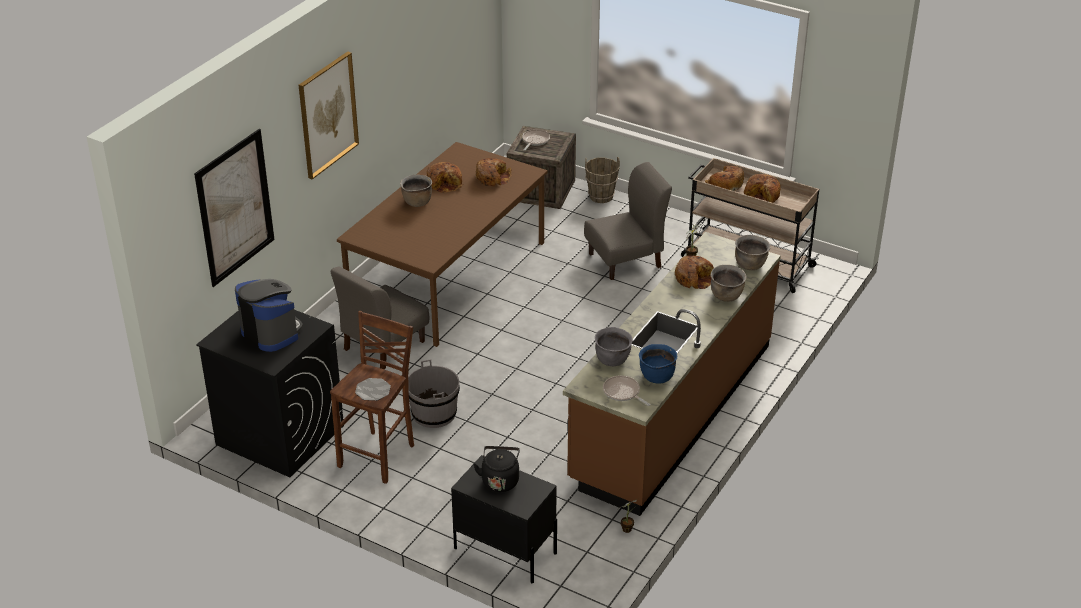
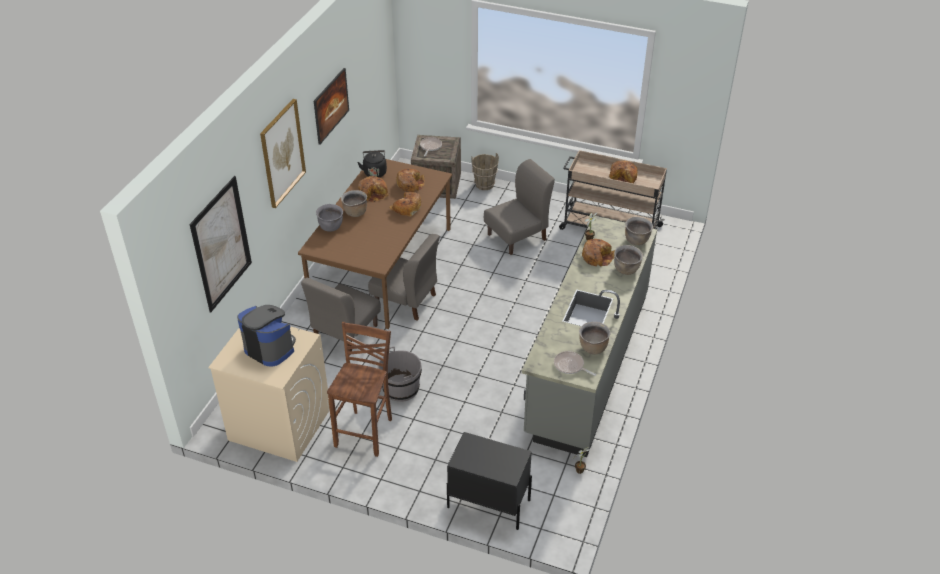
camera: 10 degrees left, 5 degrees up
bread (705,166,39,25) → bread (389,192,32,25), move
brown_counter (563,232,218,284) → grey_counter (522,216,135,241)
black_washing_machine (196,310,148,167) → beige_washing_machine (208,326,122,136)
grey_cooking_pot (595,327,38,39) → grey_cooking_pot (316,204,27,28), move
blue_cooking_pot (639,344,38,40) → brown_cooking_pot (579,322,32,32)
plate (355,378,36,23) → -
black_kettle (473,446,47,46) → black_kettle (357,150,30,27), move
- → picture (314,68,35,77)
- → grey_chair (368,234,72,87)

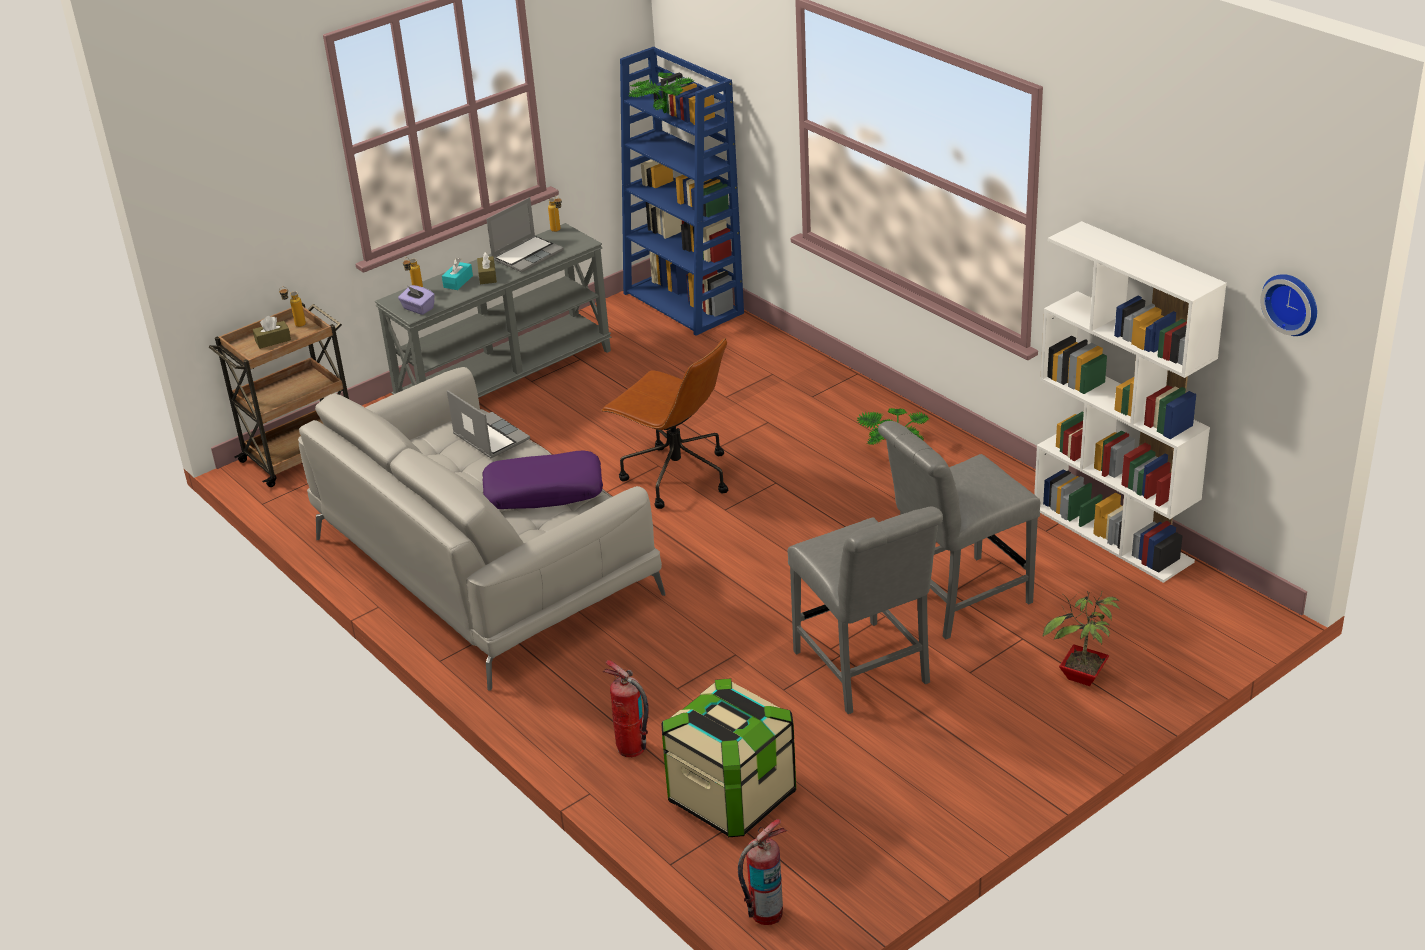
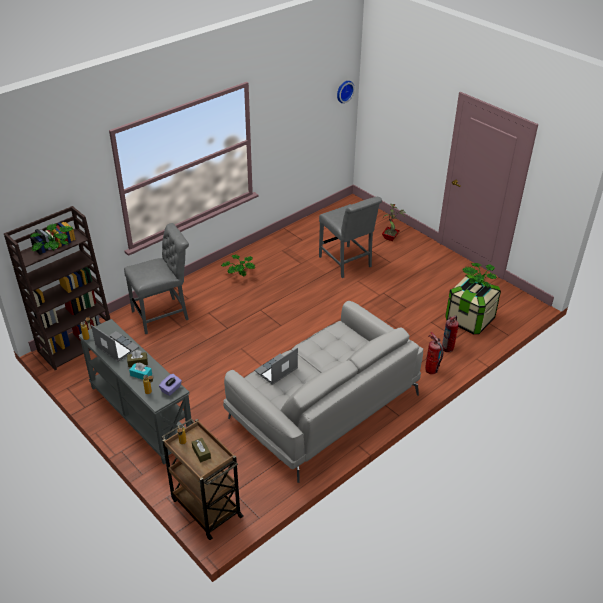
camera: 95 degrees left, 5 degrees up
blue_bookcase (620,47,124,289) → brown_bookcase (4,206,106,164)
white_bookcase (1034,221,193,362) → -
brown_office_chair (601,338,127,171) → -
purple_pillow (482,450,121,59) → -
grey_chair (788,507,155,207) → grey_chair (124,223,65,111), move
fire_extinguisher (738,819,49,106) → fire_extinguisher (425,332,18,42), move
- → potted_plant (462,263,35,25)

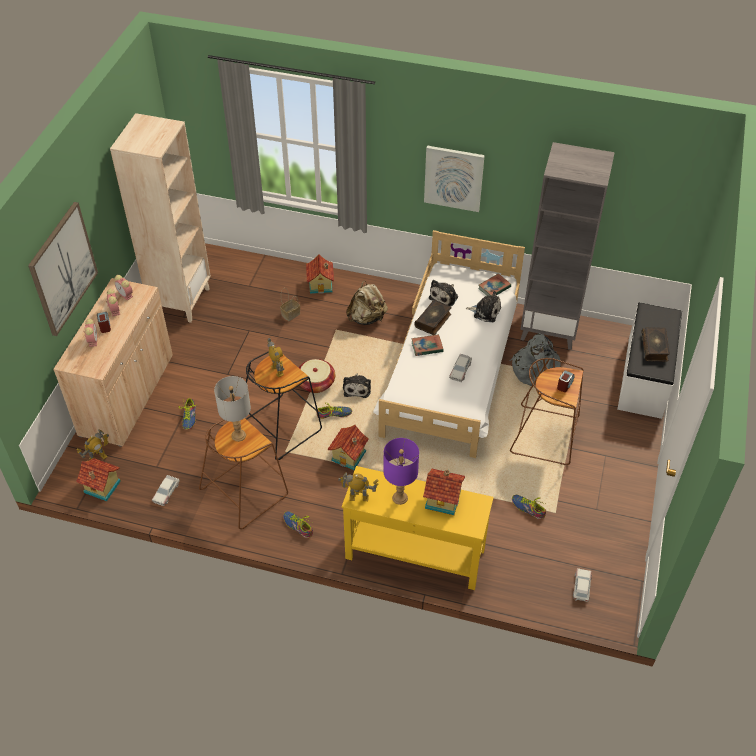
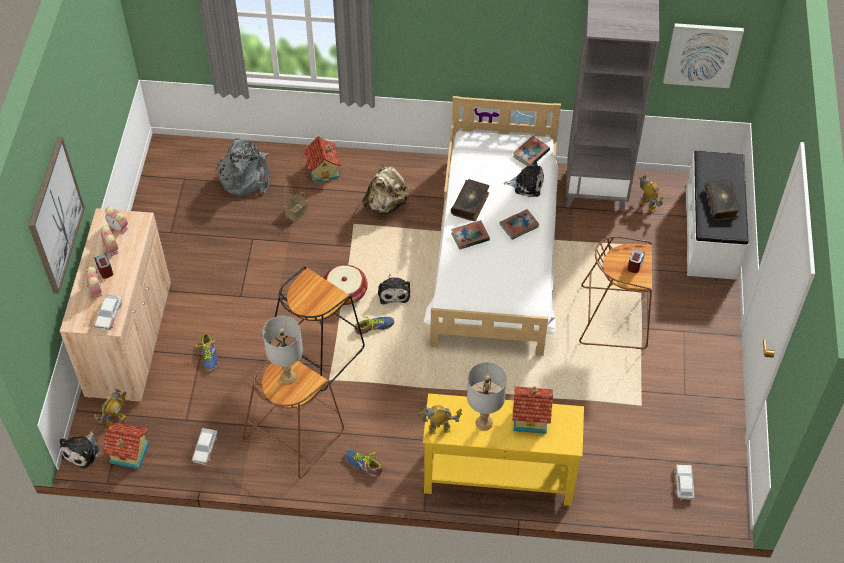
camera: 10 degrees left, 5 degrees up
beige_bookcase (110,113,101,210) → -
picture (424,146,61,66) → picture (663,23,81,65), move
plush_toy (429,280,29,26) → plush_toy (60,430,39,39), move
grey_backpack (509,333,52,53) → grey_backpack (215,137,55,59), move
toy_robot (267,338,17,39) → toy_robot (639,175,26,37), move
toy_car (449,354,23,28) → toy_car (94,294,28,37), move
toy_house (328,425,41,45) → -
purple_table_lamp (383,438,36,67) → grey_table_lamp (467,362,40,69)
shoe (512,495,34,24) → -
- → book (500,209,39,31)

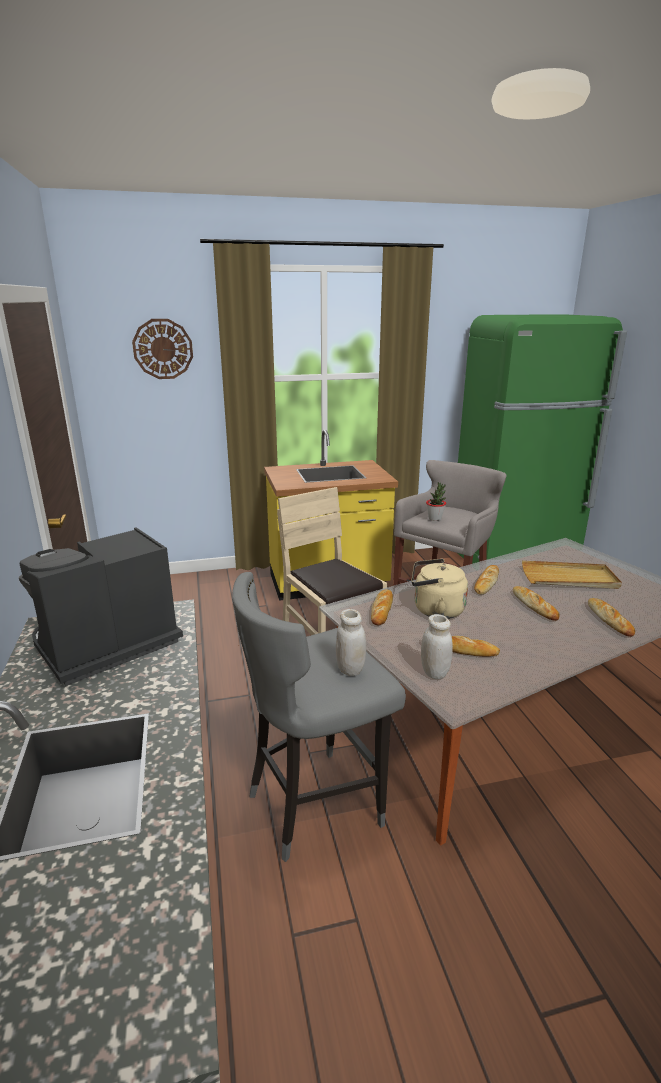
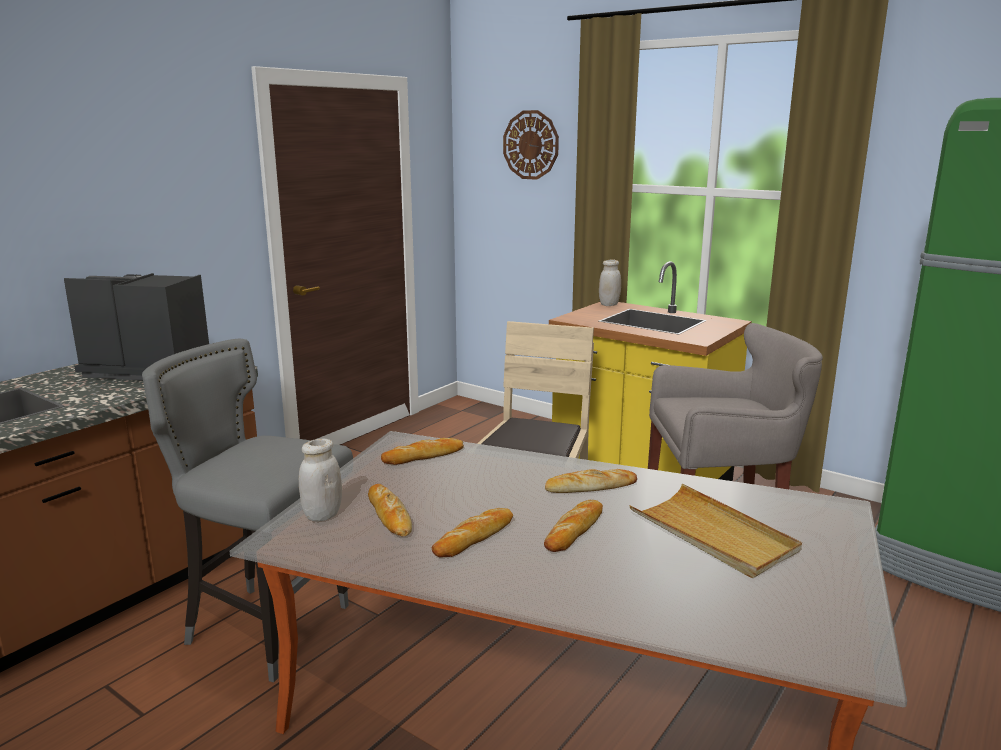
camera: 50 degrees right, 5 degrees down
potted_plant (426,482,20,39) → -
beige_kettle (411,559,57,60) → -
bread (588,598,47,39) → bread (432,508,81,50), move
white_jar (336,609,30,67) → white_jar (599,260,22,46), move

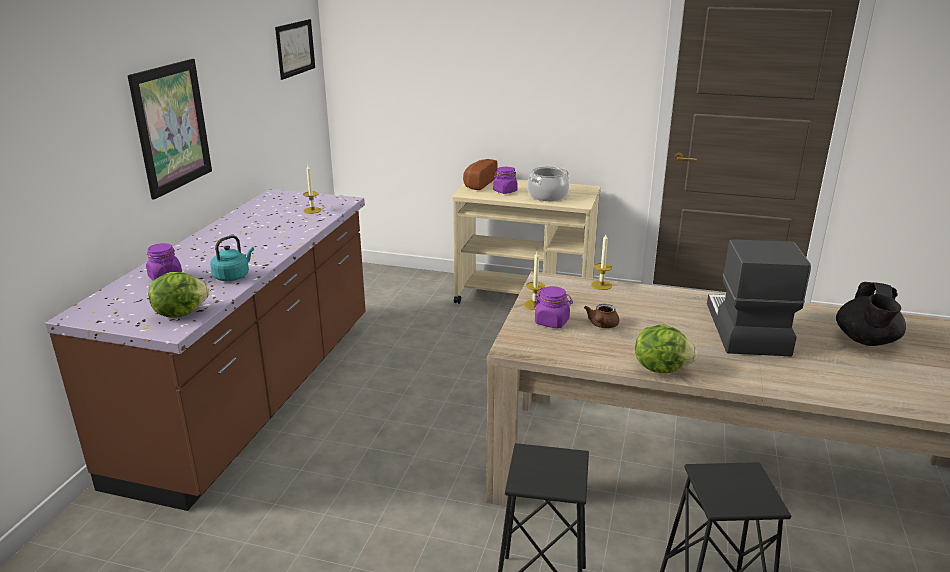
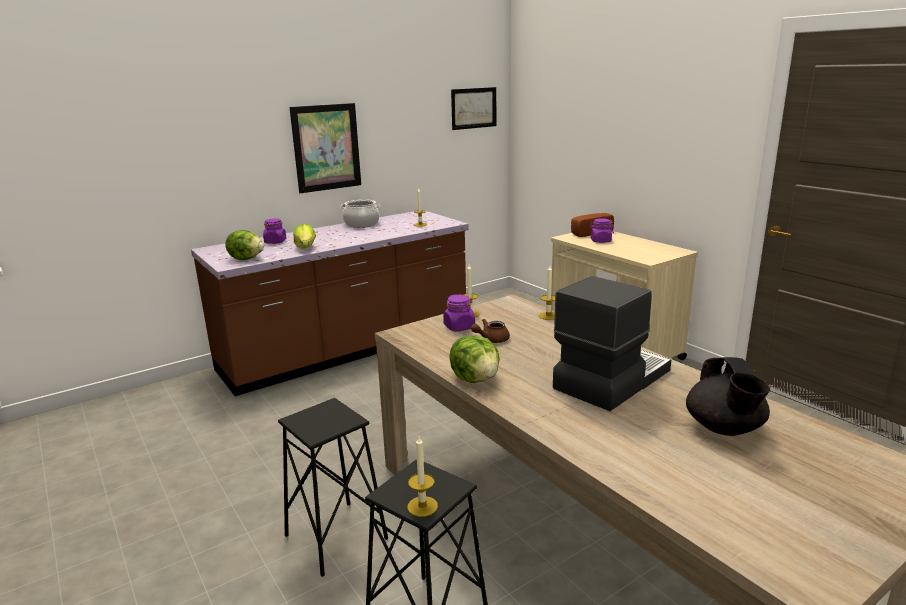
camera: 40 degrees right, 5 degrees down
cooking_pot (527,166,43,35) → cooking_pot (341,200,40,28), move
turquoise_kettle (210,235,44,46) → lettuce (293,224,23,25)
black_teapot (836,282,70,64) → black_teapot (686,357,84,79), 60 degrees counterclockwise
- → candle (407,436,31,81)

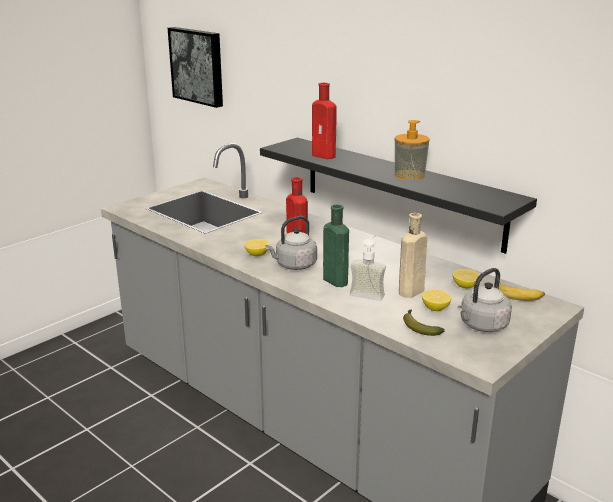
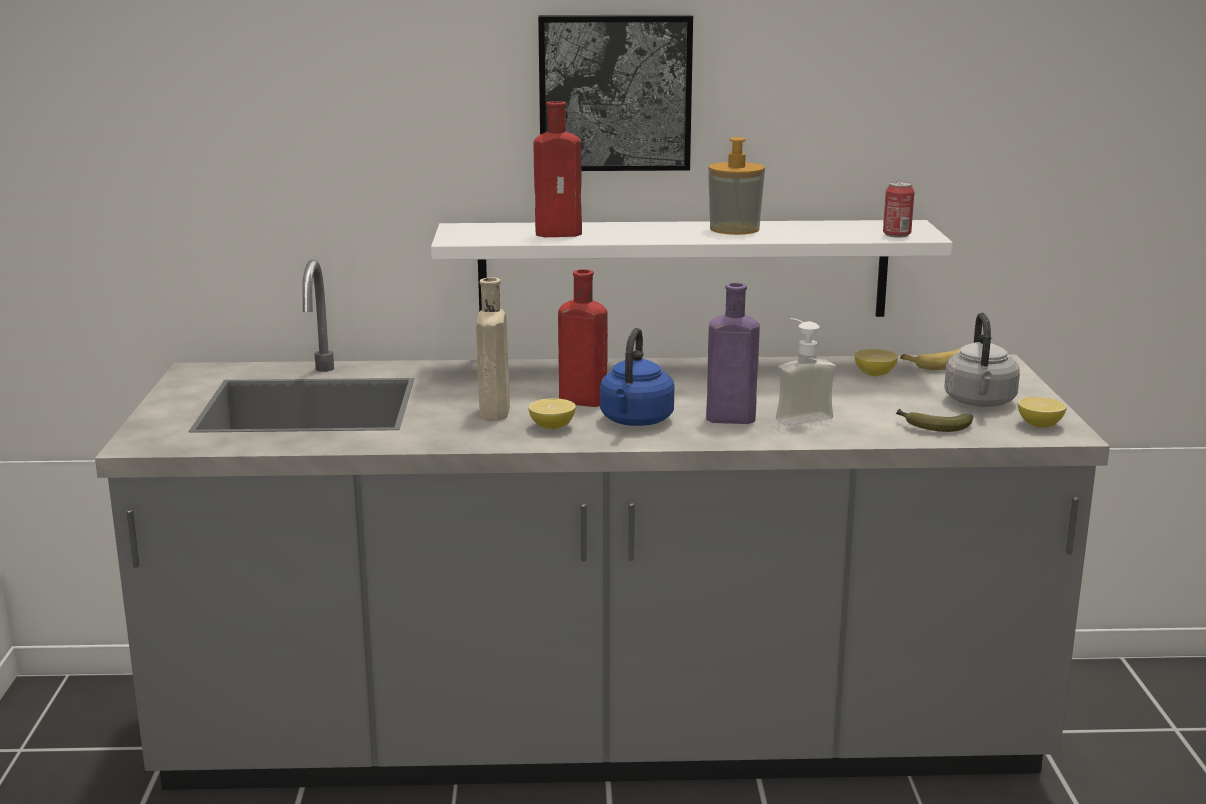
camera: 45 degrees left, 5 degrees down
picture (168,27,55,81) → picture (538,15,155,156), move
black_shelf (260,138,277,116) → white_shelf (431,220,522,97)
green_bottle (323,204,26,83) → purple_bottle (706,282,54,142)
beige_bottle (399,213,28,85) → beige_bottle (476,277,34,143), move
grey_kettle (265,216,52,54) → blue_kettle (600,328,74,98)
lemon (422,290,29,21) → lemon (1018,397,49,31), move
- → can (883,182,32,56)

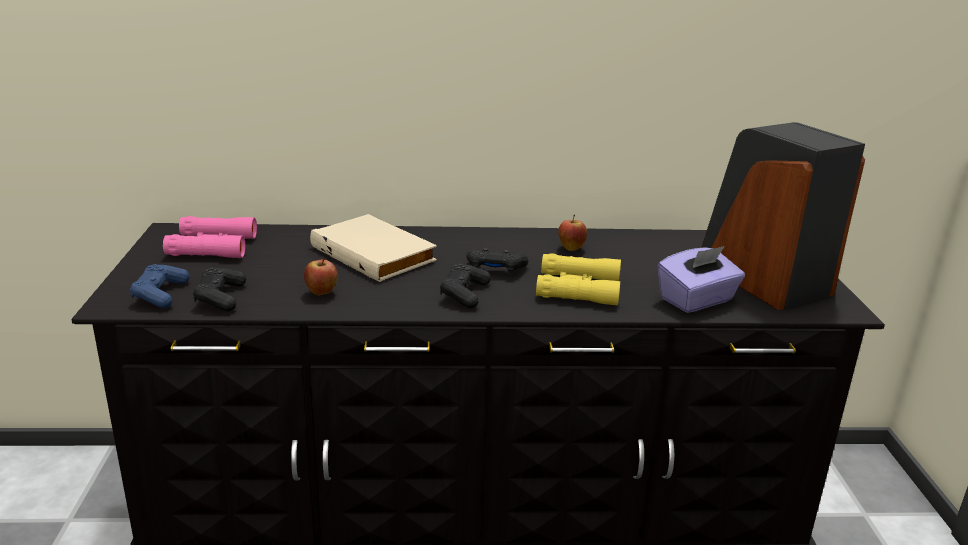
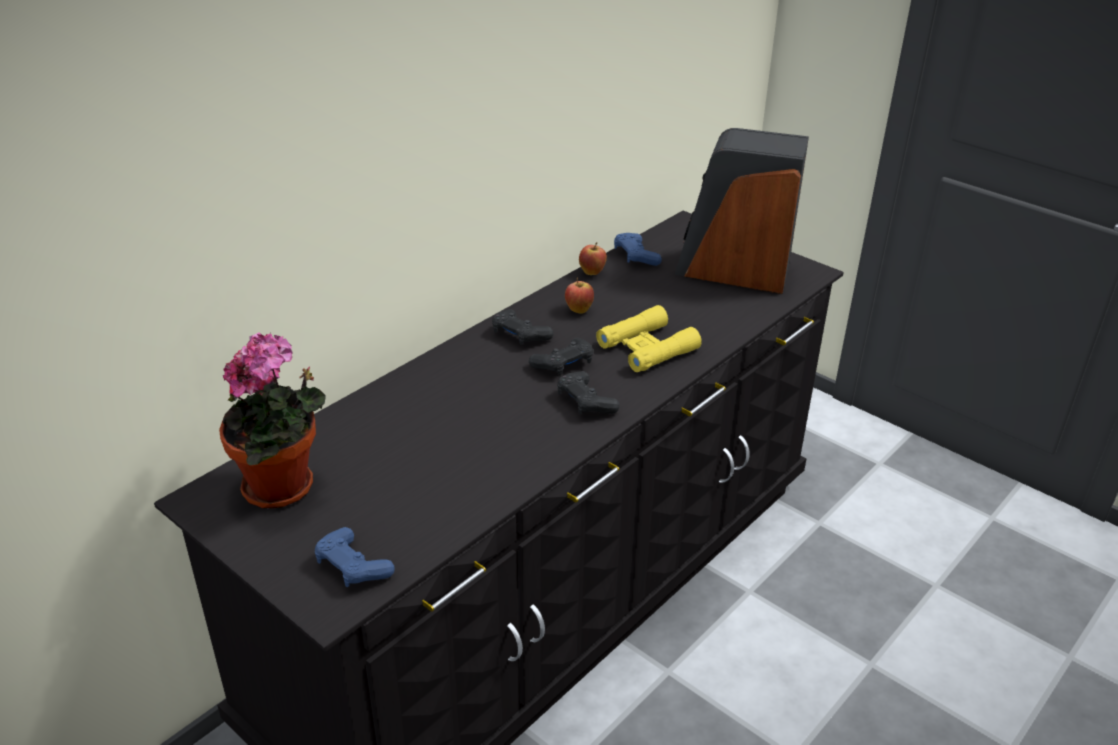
camera: 45 degrees left, 10 degrees up
beige_book (310,214,127,68) → -
pink_binoculars (163,216,94,42) → potted_plant (219,332,107,177)
purple_tissue_box (658,246,87,67) → -
apple (304,257,34,38) → apple (579,242,28,33), move
black_game_controller (193,267,53,44) → black_game_controller (492,309,62,36), move
- → blue_game_controller (614,233,48,33)

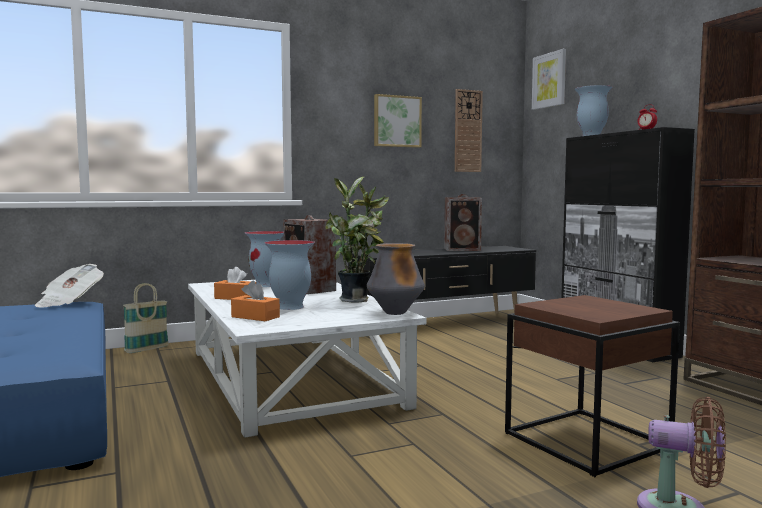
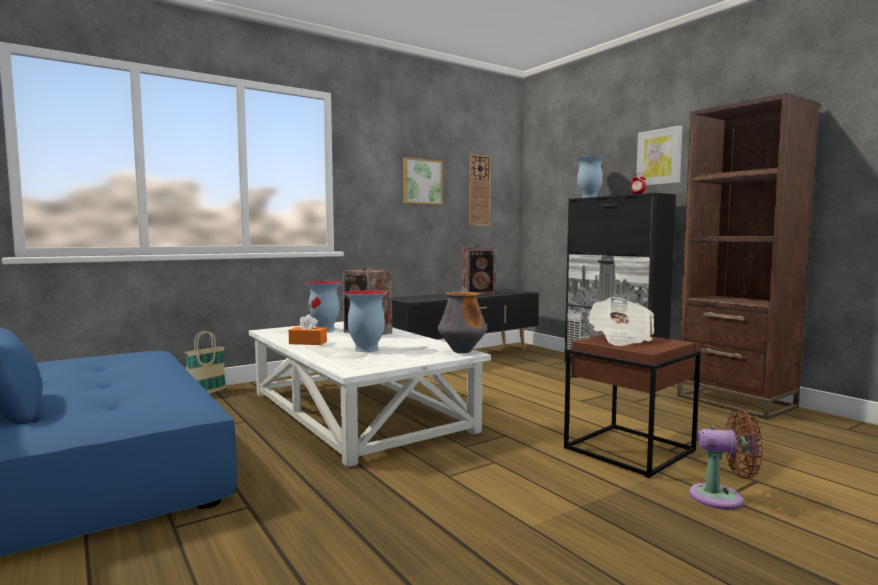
camera: 10 degrees left, 0 degrees up
picture (532,49,34,61) → picture (636,125,47,61), move
potted_plant (325,177,64,126) → -
newspaper (35,264,69,44) → newspaper (587,297,67,49), move
orange_tissue_box (231,281,49,40) → -

